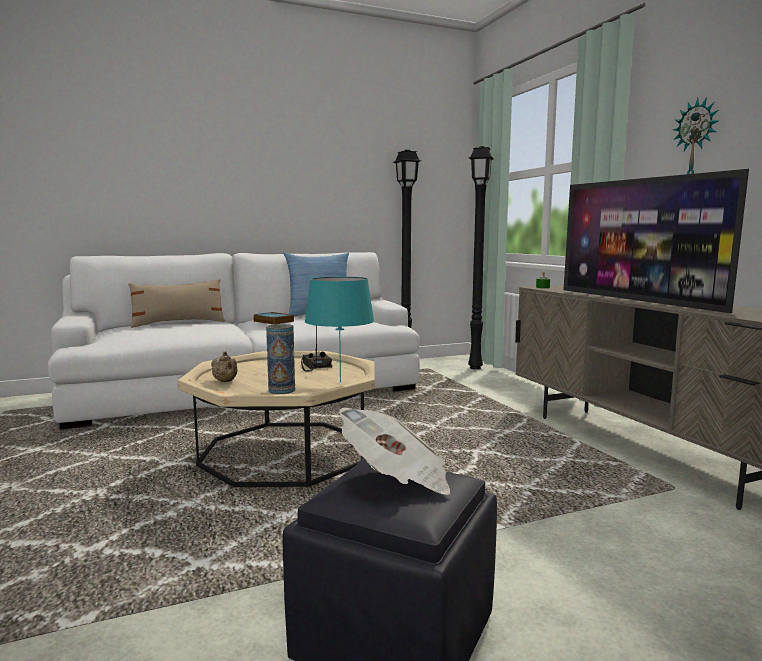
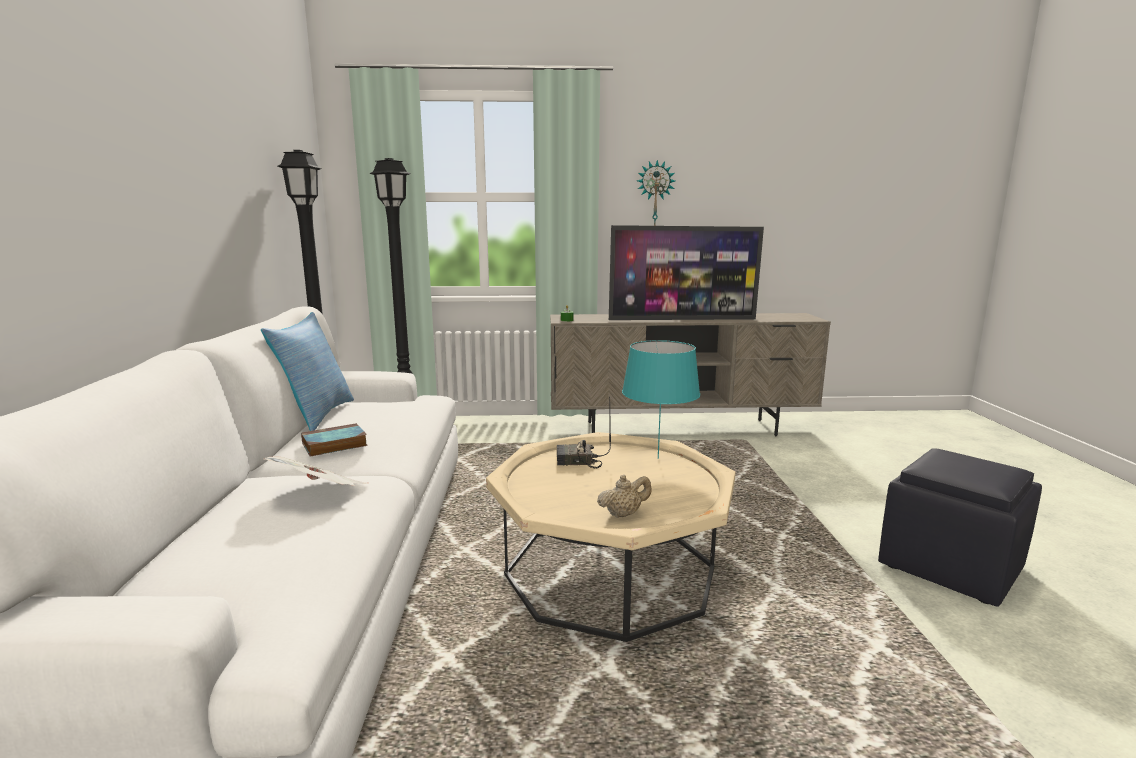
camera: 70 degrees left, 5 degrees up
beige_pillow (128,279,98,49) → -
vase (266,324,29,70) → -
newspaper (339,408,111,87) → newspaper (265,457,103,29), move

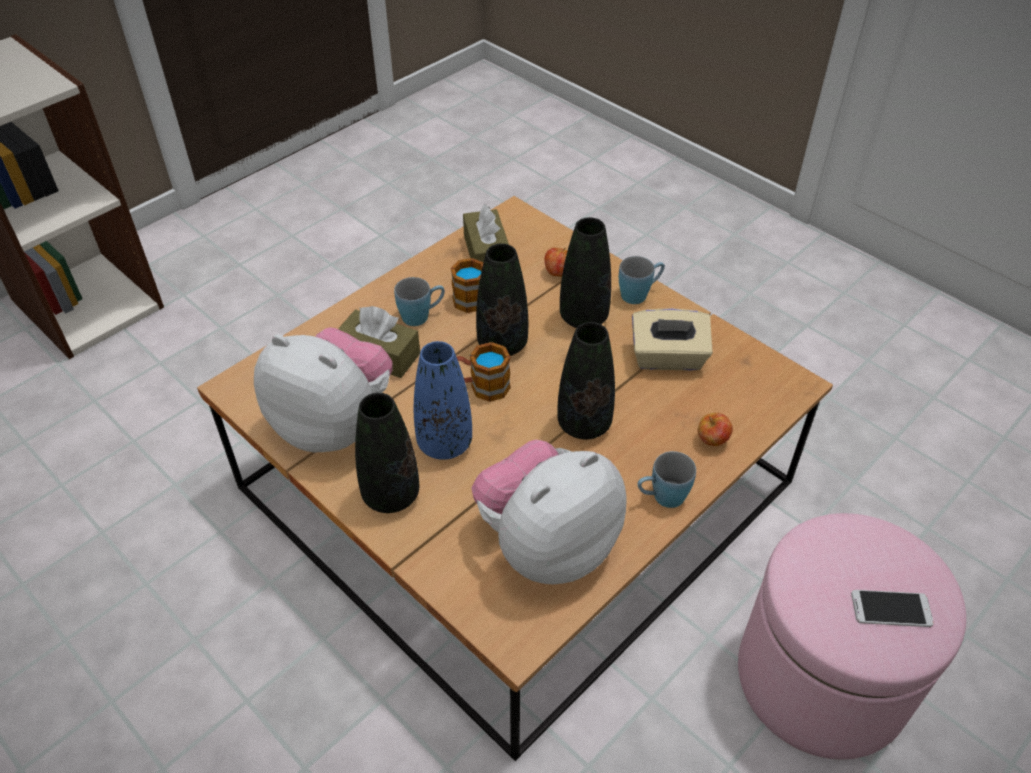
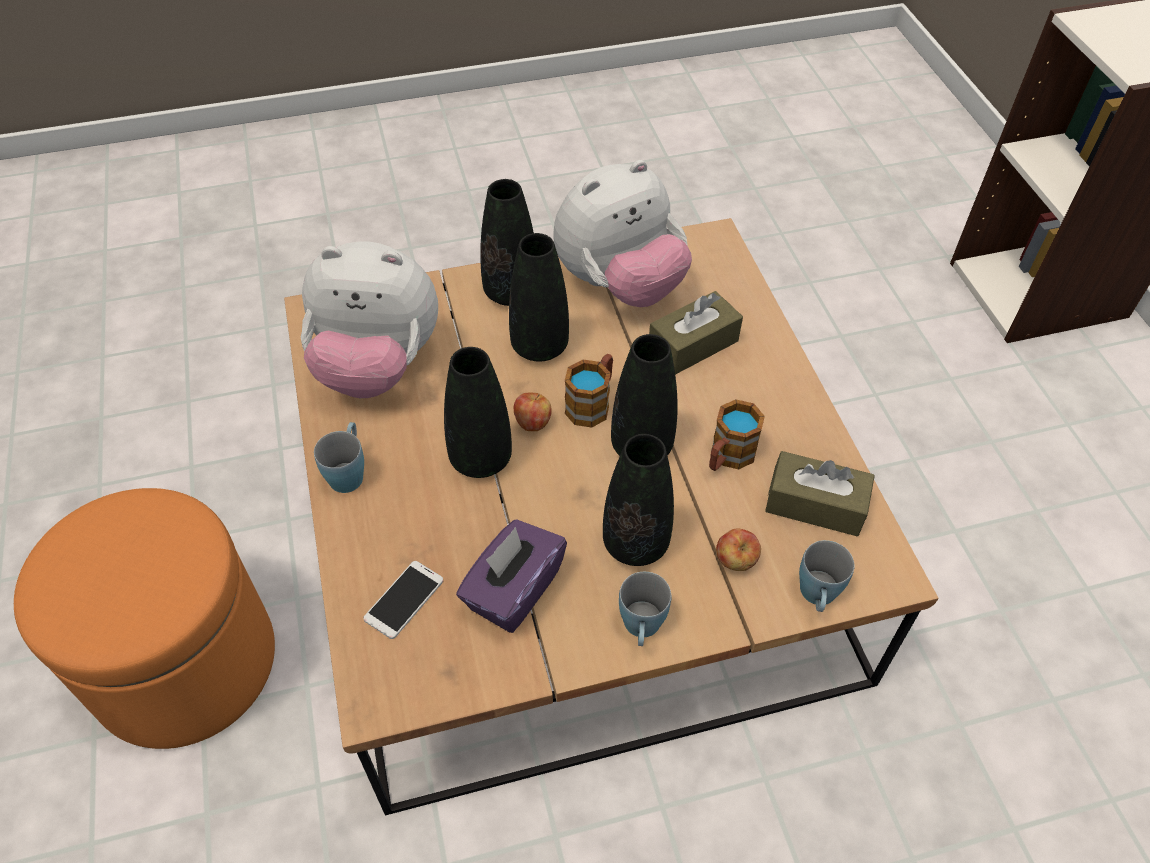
camera: 120 degrees right, 5 degrees up
blue_mug (394,277,51,49) → blue_mug (799,540,56,72), move
beige_tissue_box (632,308,81,63) → purple_tissue_box (456,519,111,114)
blue_vase (414,341,58,119) → black_vase (509,233,60,129)
apple (698,413,35,33) → apple (514,393,38,38), move
plush_toy (471,440,155,144) → plush_toy (301,242,137,156), 105 degrees clockwise
pink_ottoman (738,513,228,247) → orange_ottoman (14,488,261,261)
phone (851,590,83,37) → phone (363,561,80,78), move

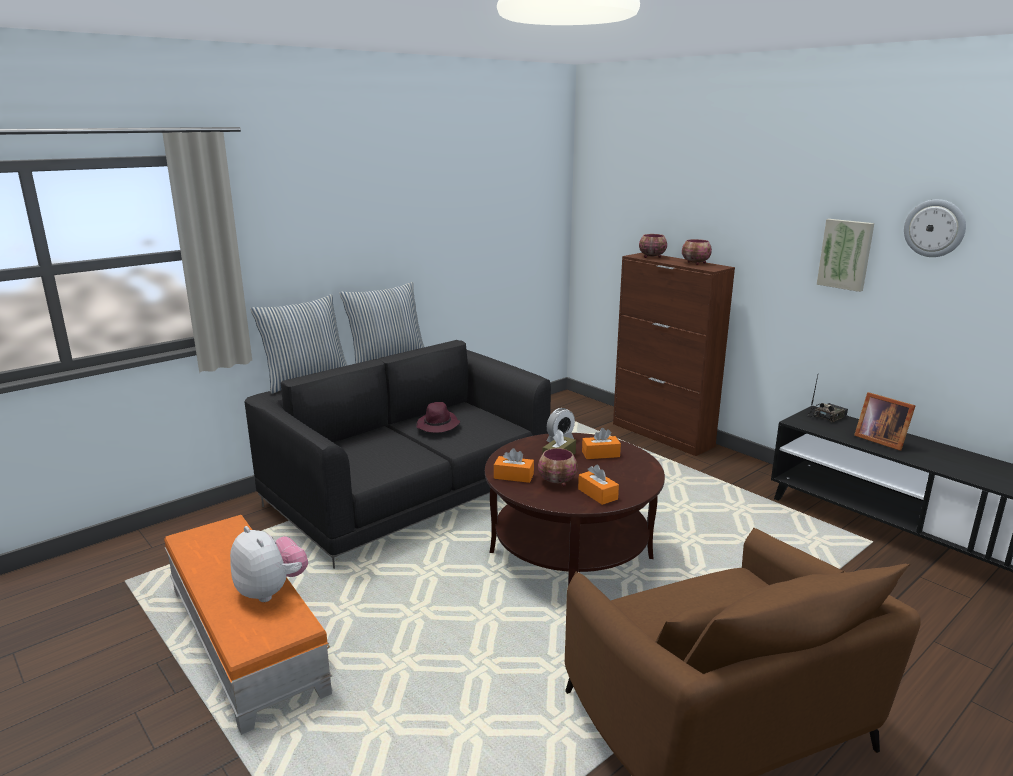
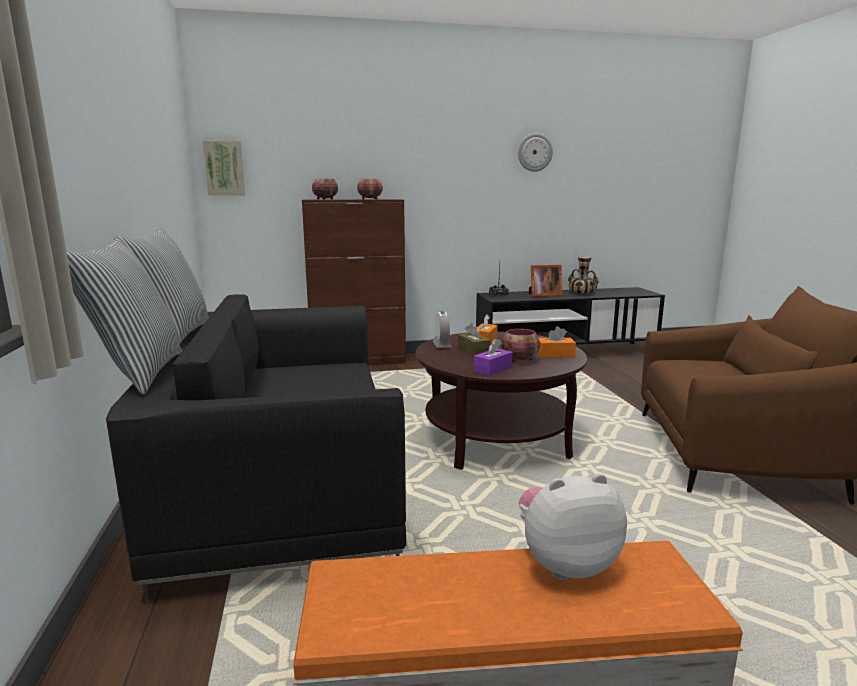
camera: 60 degrees left, 5 degrees down
picture (817,219,57,73) → picture (203,141,42,55), move
purple_hat (417,402,43,31) → -
orange_tissue_box (494,448,40,35) → purple_tissue_box (473,338,40,38)
- → vase (568,257,31,37)

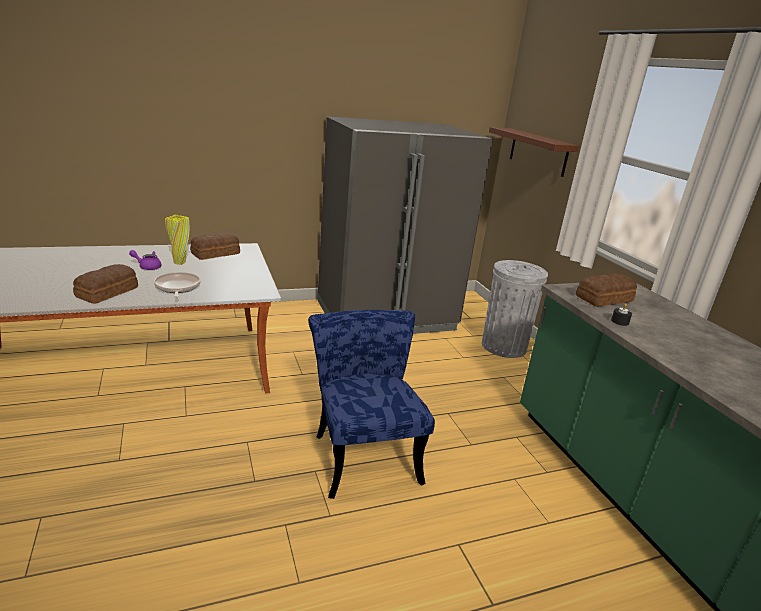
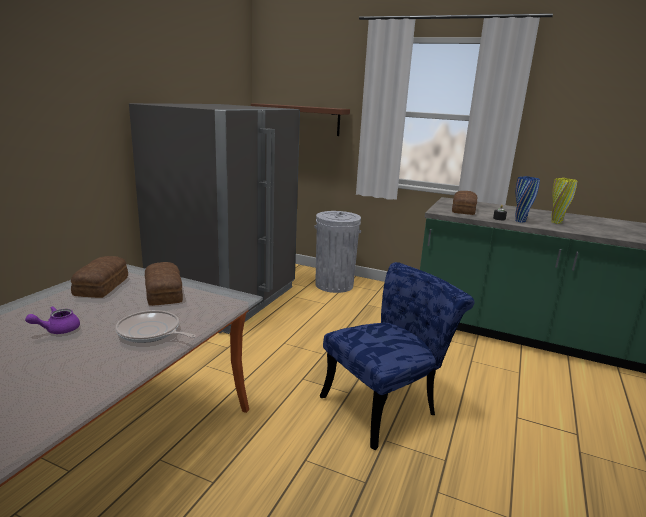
camera: 45 degrees left, 5 degrees down
yellow_vase (165,215,24,50) → yellow_vase (551,178,26,46), move
bread (73,264,65,40) → bread (145,262,38,44), move
blue_chair (308,310,127,189) → blue_chair (320,262,155,188), 120 degrees clockwise
- → blue_vase (515,176,25,47)

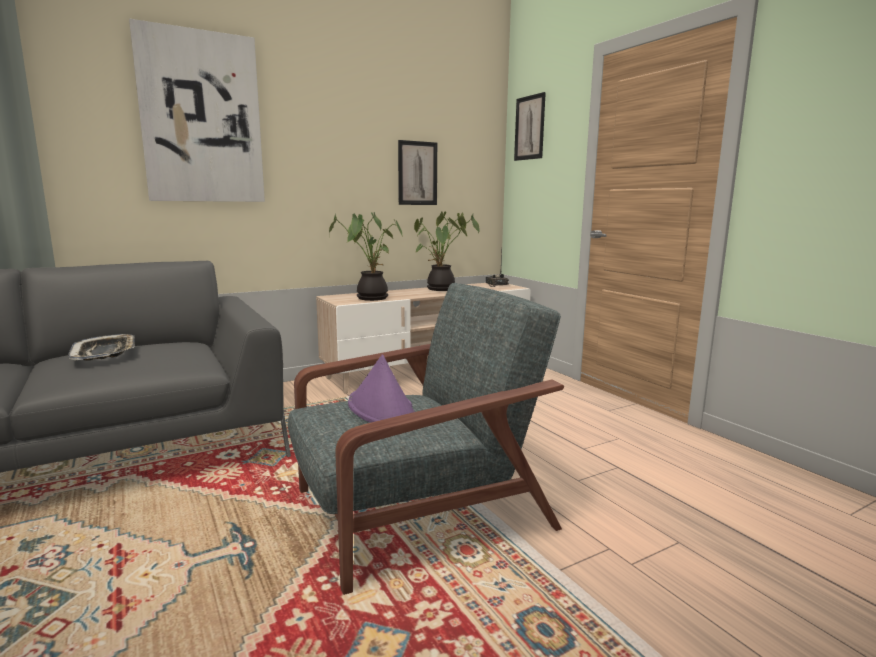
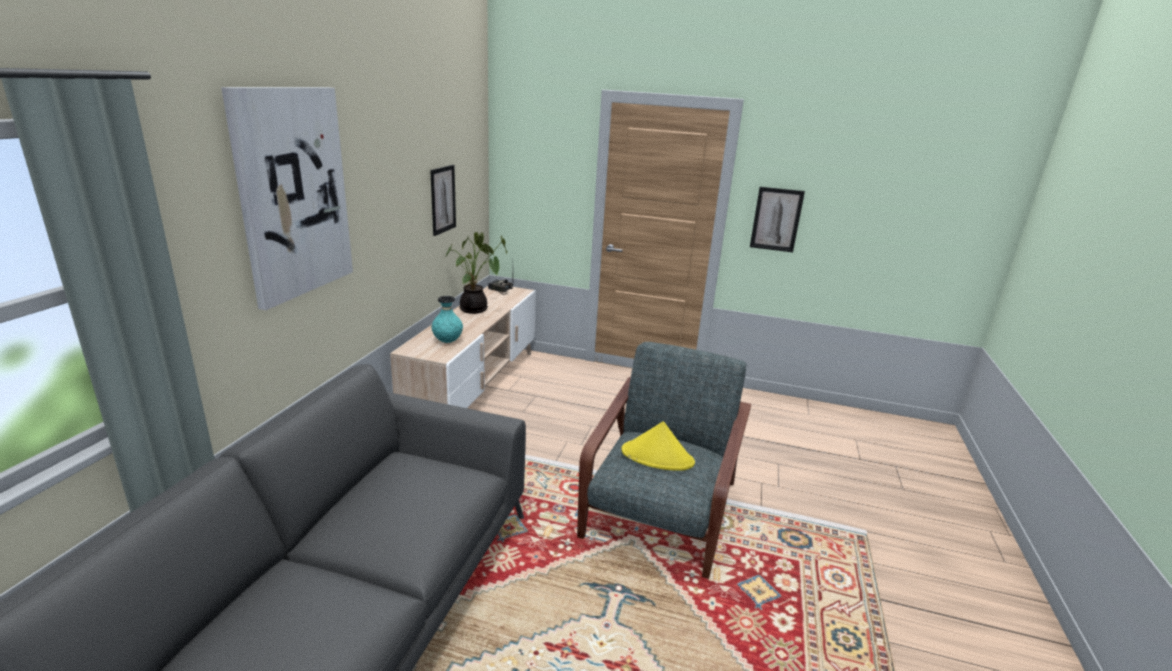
camera: 45 degrees left, 10 degrees up
picture (514,92,32,69) → picture (750,187,55,65), move
potted_plant (329,212,73,89) → turquoise_vase (432,296,31,47)
tray (68,334,67,27) → -
purple_hat (348,354,67,69) → yellow_hat (622,421,73,50)

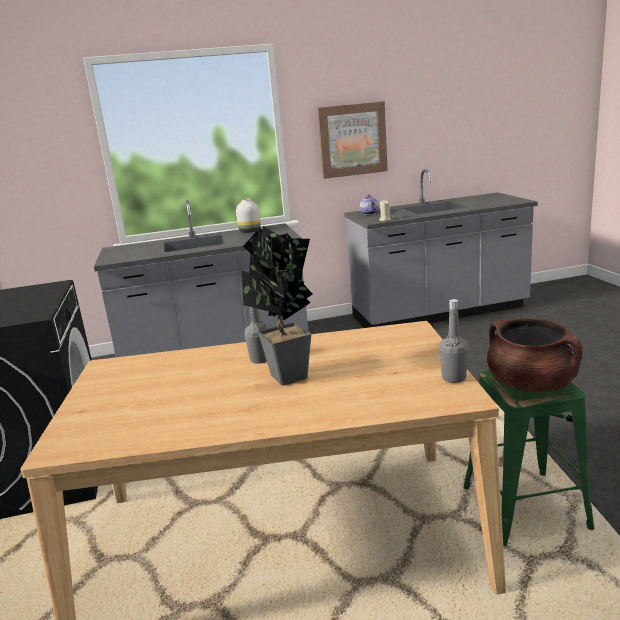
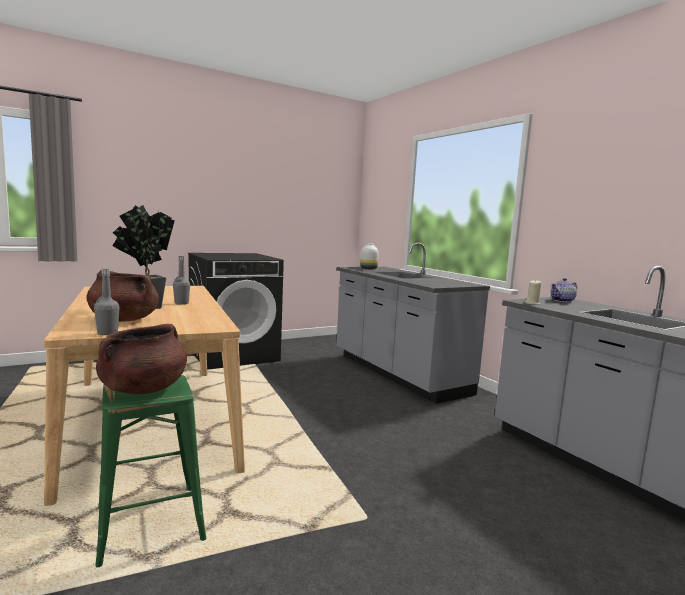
camera: 70 degrees right, 10 degrees down
picture (317,101,71,78) → -
white_vase (236,198,25,35) → white_vase (360,243,19,26), move
- → brown_cooking_pot (86,270,73,52)

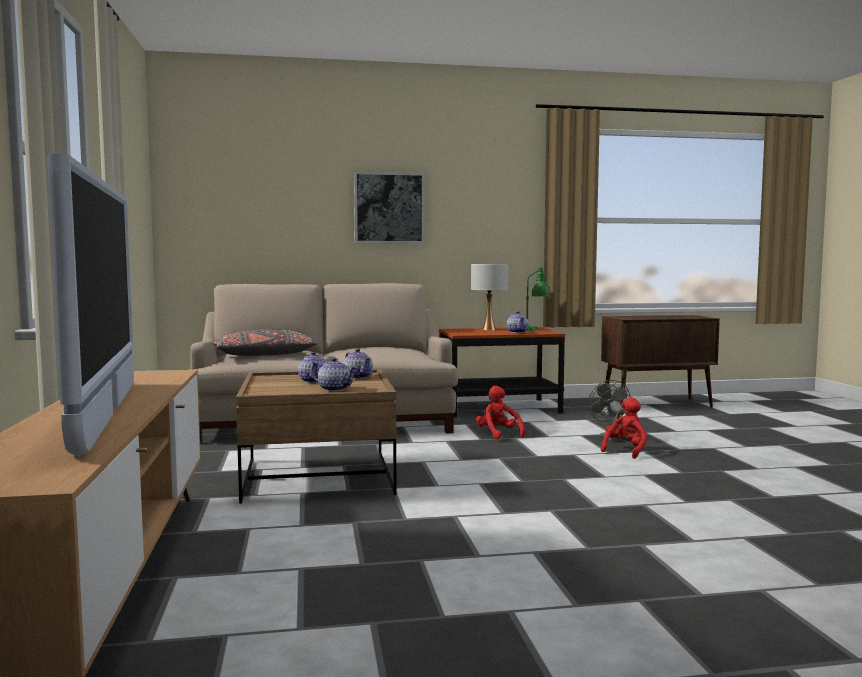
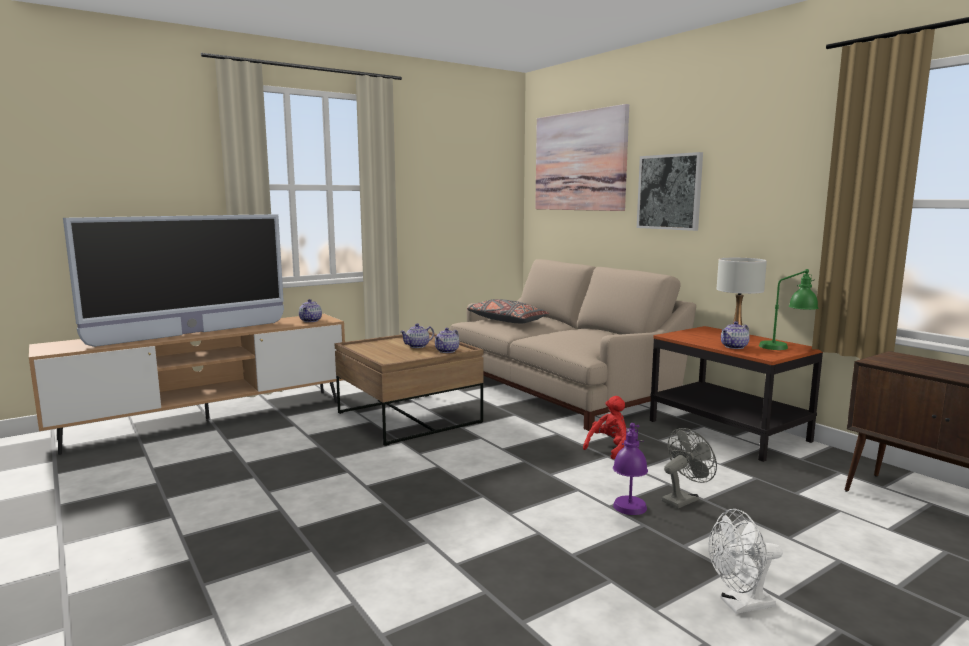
camera: 65 degrees right, 5 degrees up
teapot (312,358,45,33) → teapot (299,299,23,23), move
red_plush_toy (601,397,46,62) → purple_table_lamp (613,423,35,92)
- → picture (535,104,94,107)
- → white_fan (709,509,74,105)

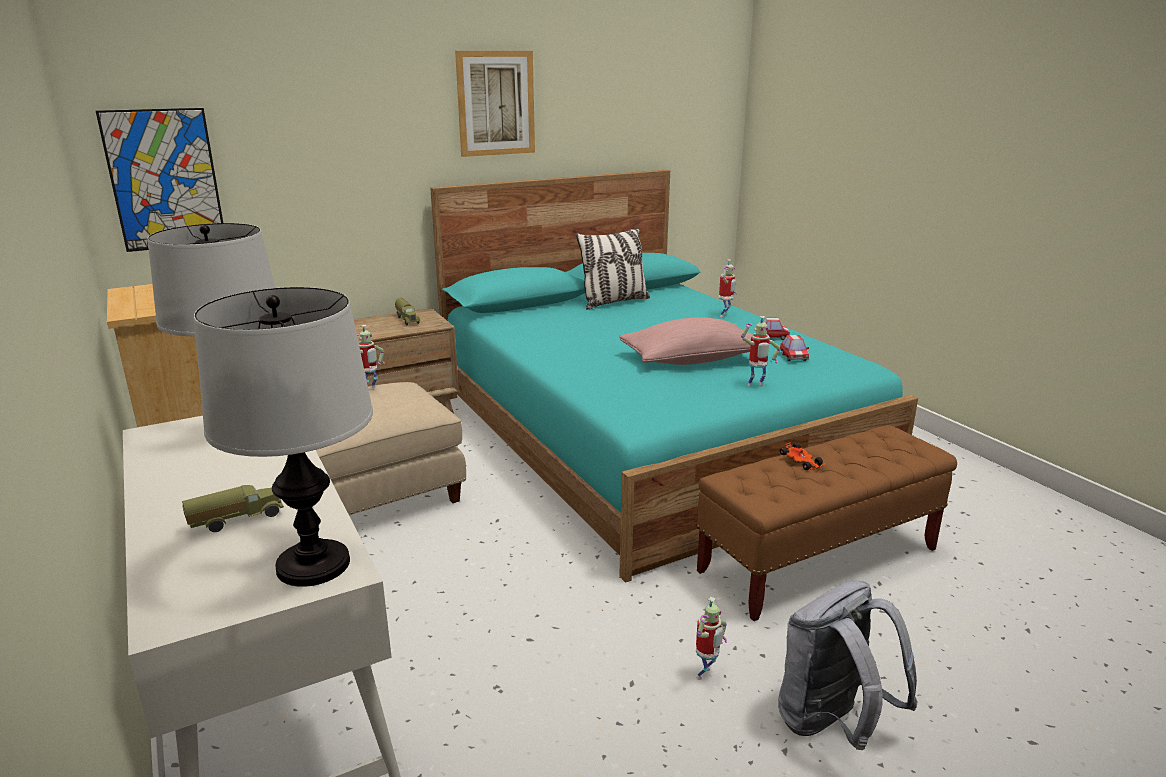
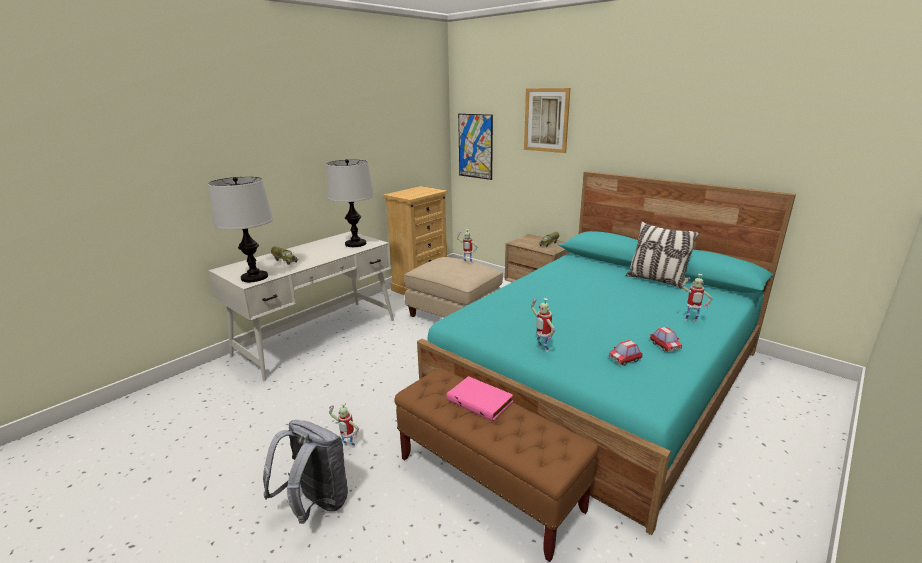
camera: 70 degrees right, 0 degrees up
picture (455,51,80,106) → picture (524,88,47,65), move
pink_pillow (619,317,133,48) → -
toy_car (779,442,46,28) → pink_book (446,376,67,45)

